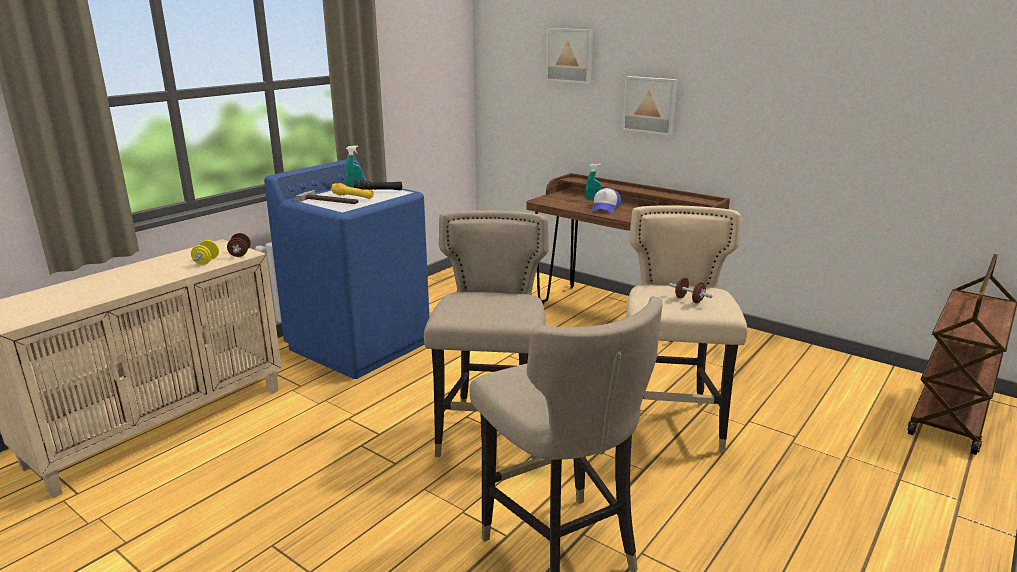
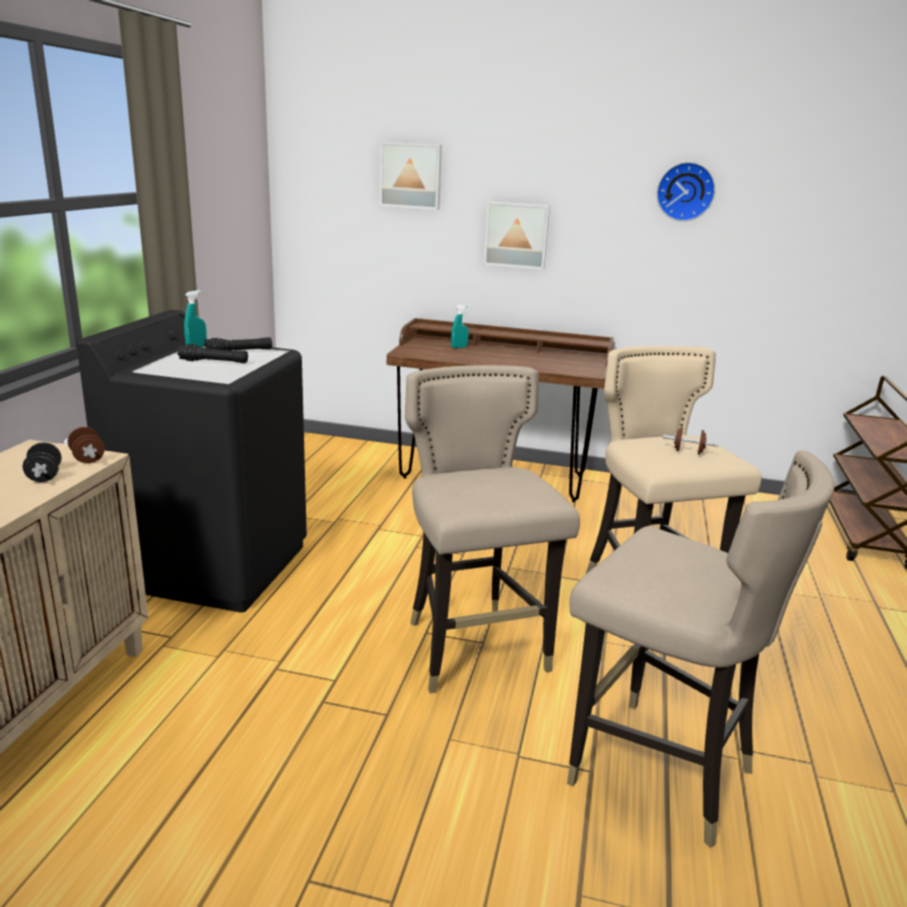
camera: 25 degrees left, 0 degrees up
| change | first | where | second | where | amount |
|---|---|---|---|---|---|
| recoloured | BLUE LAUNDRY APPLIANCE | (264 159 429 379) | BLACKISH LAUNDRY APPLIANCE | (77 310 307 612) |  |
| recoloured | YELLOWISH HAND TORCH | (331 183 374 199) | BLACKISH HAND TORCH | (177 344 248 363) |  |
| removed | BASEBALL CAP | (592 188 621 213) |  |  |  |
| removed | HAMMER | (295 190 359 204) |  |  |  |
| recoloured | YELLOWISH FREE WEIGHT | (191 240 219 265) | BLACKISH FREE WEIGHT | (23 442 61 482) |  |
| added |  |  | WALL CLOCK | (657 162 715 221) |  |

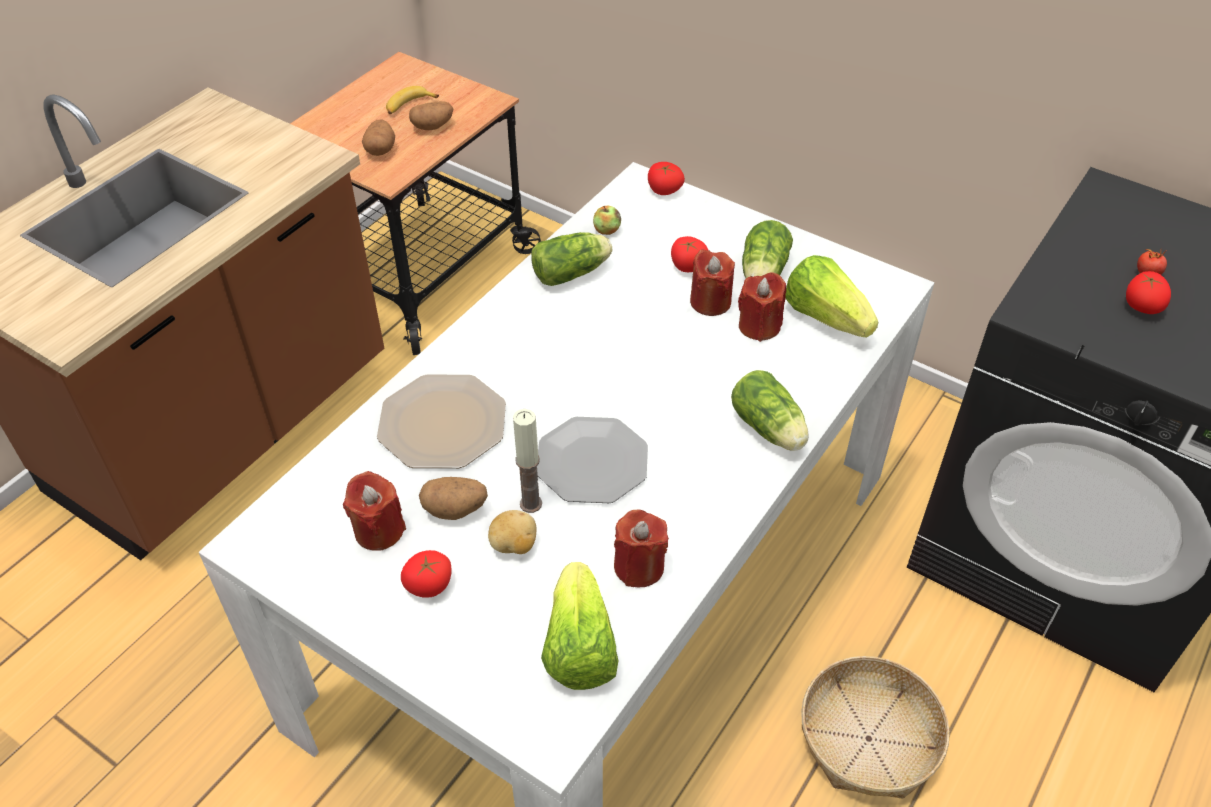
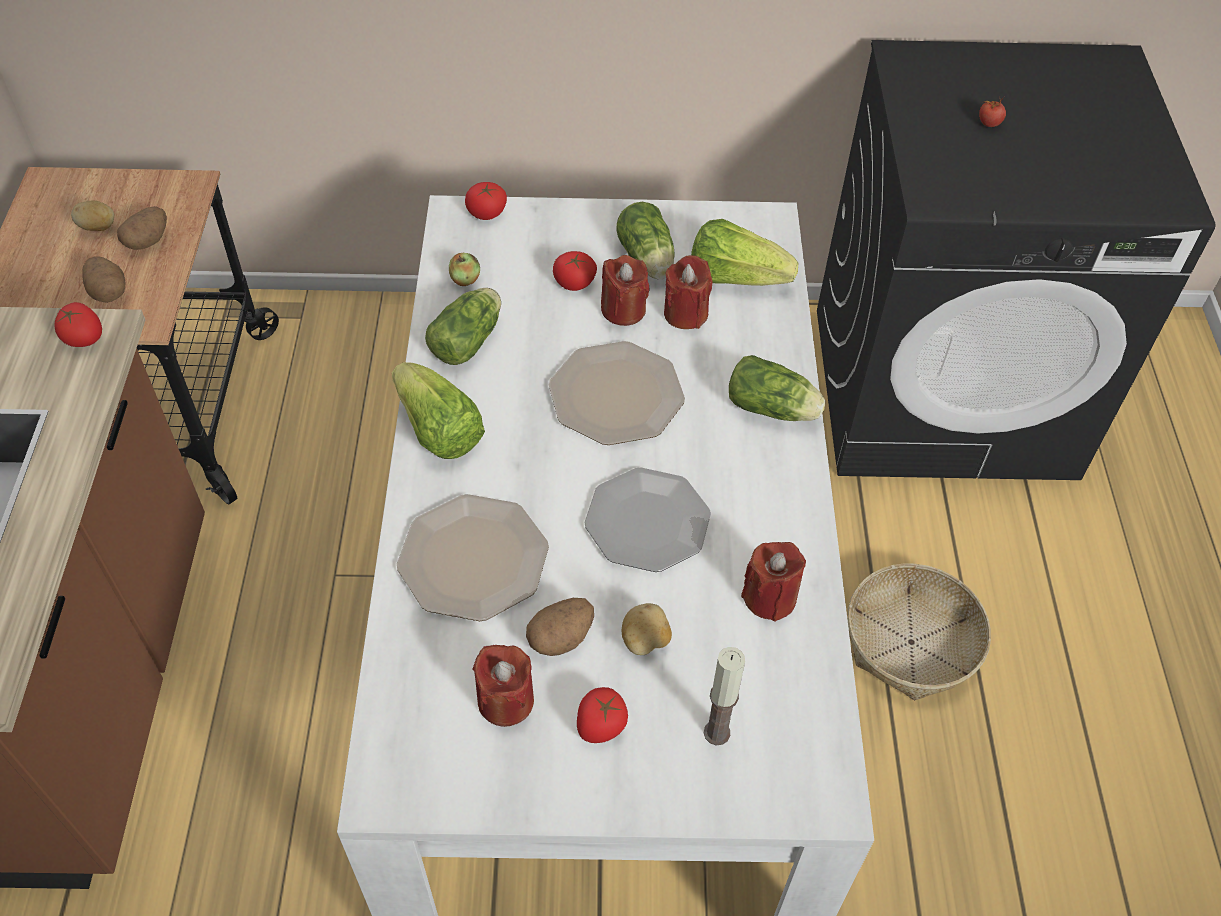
camera: 35 degrees left, 5 degrees up
| change | first | where | second | where | amount |
|---|---|---|---|---|---|
| replaced | WHOLE BANANA | (386 86 439 114) | POTATO | (71 200 114 231) |  |
| moved | TOMATO | (1126 271 1171 314) |  | (54 302 102 347) |  |
| moved | WAX LIGHT | (513 409 542 513) |  | (704 647 745 745) |  |
| moved | HEAD OF LETTUCE | (541 562 618 690) |  | (392 362 485 459) |  |
| added |  |  | FLAT DISH | (548 341 685 445) |  |

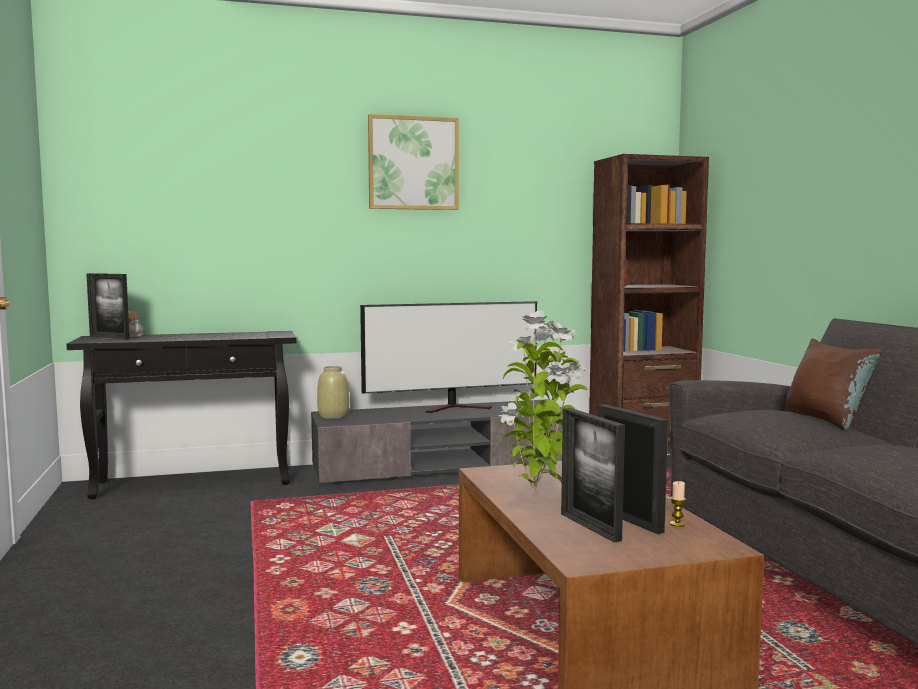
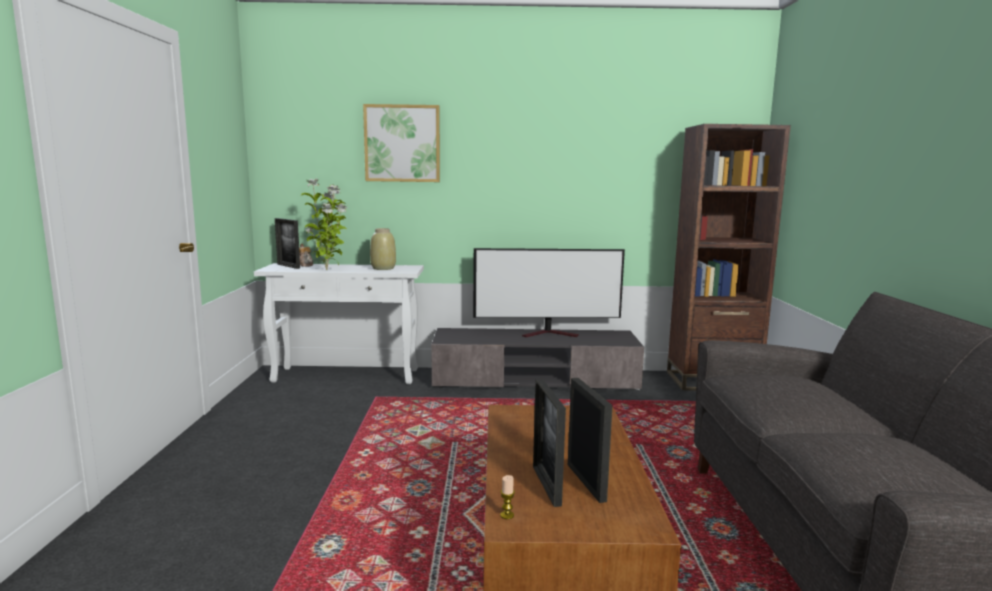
camera: 15 degrees right, 5 degrees up
| change | first | where | second | where | amount |
|---|---|---|---|---|---|
| moved | PICTURE | (368 114 459 210) |  | (363 104 440 182) |  |
| moved | HOUSEPLANT | (498 311 588 498) |  | (301 178 347 270) |  |
| recoloured | BLACKISH CONSOLE TABLE | (66 331 296 499) | WHITISH CONSOLE TABLE | (254 263 424 384) |  |
| removed | BROWN-COLOURED THROW PILLOW | (785 338 882 430) |  |  |  |
| moved | BEIGE DECORATIVE VASE | (317 366 349 419) |  | (370 228 396 270) |  |
| moved | WAX LIGHT | (670 481 686 527) |  | (500 475 515 519) |  |

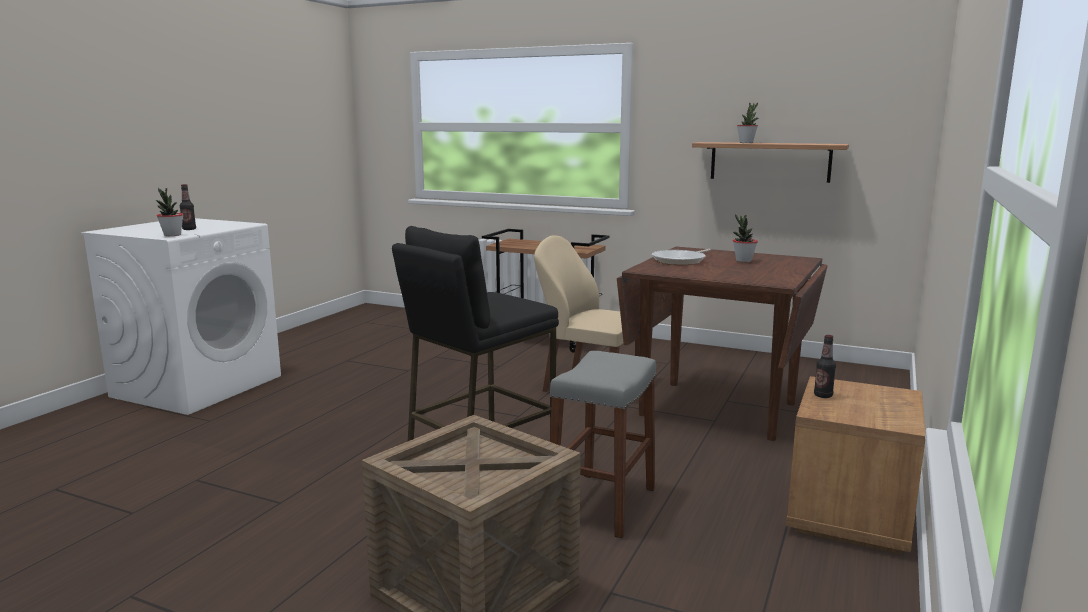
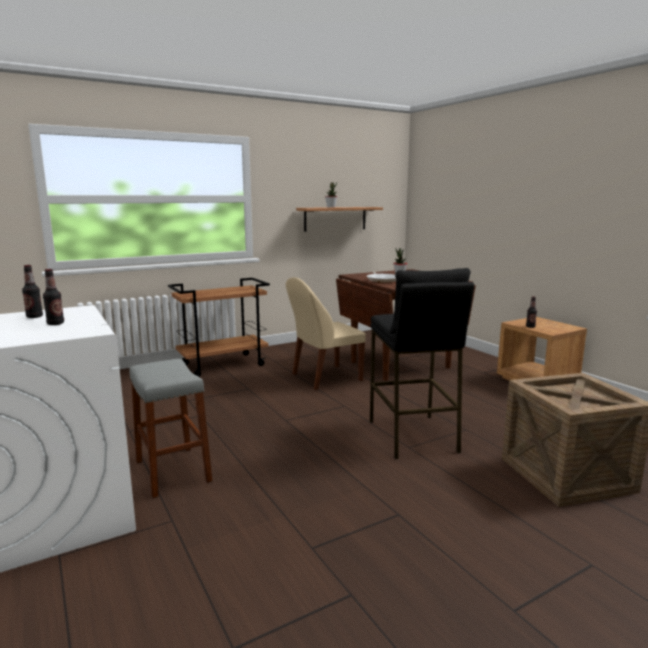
camera: 55 degrees left, 0 degrees up
| change | first | where | second | where | amount |
|---|---|---|---|---|---|
| removed | HOUSEPLANT | (156 188 184 236) |  |  |  |
| moved | GREY STOOL | (550 351 657 539) |  | (129 359 212 498) |  |
| added |  |  | DRINK BOTTLE | (22 265 43 318) |  |

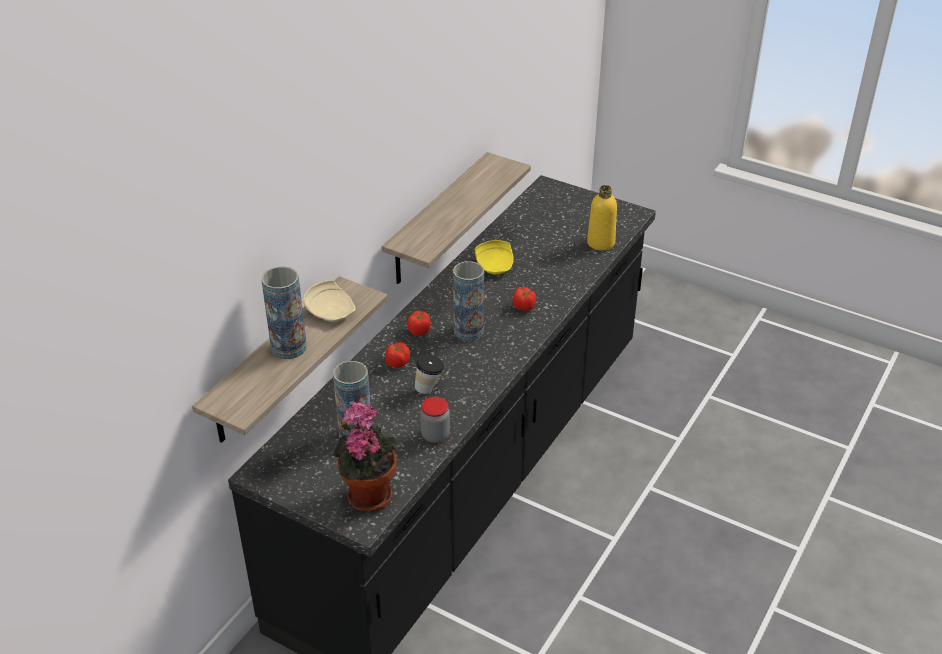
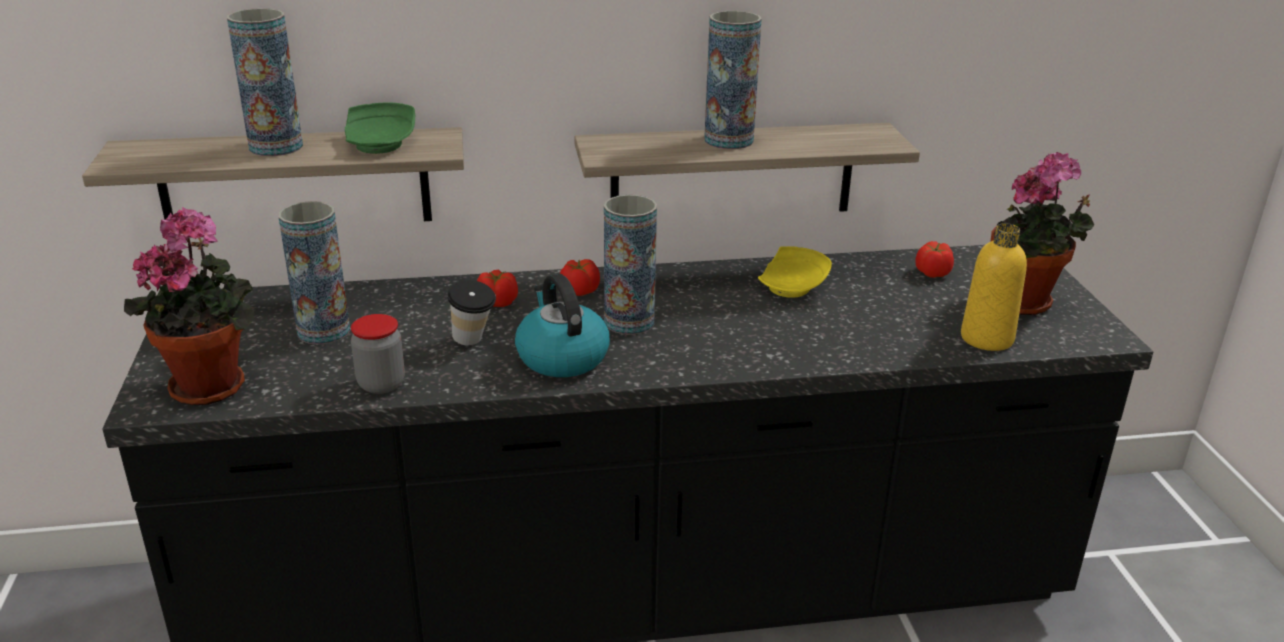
camera: 50 degrees right, 10 degrees down
| change | first | where | second | where | amount |
|---|---|---|---|---|---|
| recoloured | BEIGE FLAT DISH | (303 280 356 322) | GREEN FLAT DISH | (345 102 415 154) |  |
| moved | TOMATO | (513 287 536 311) |  | (915 241 954 278) |  |
| added |  |  | DECORATIVE VASE | (704 11 762 149) |  |
| added |  |  | HOUSEPLANT | (990 152 1094 315) |  |
| added |  |  | KETTLE | (515 274 610 377) |  |

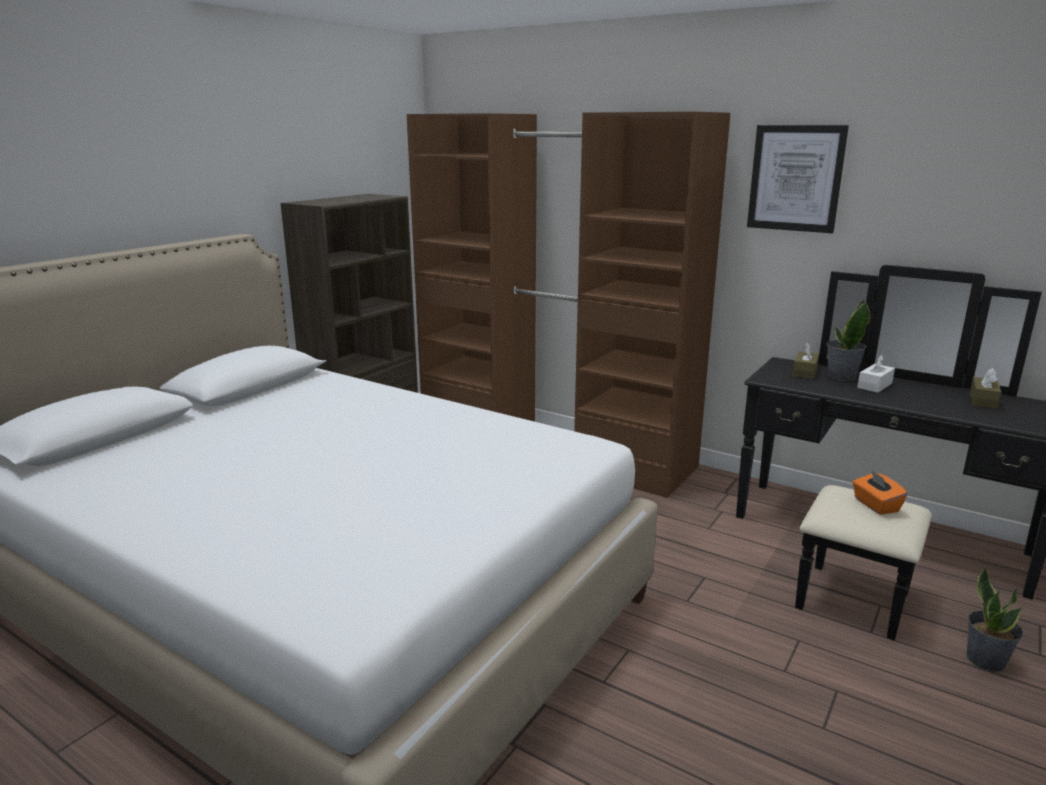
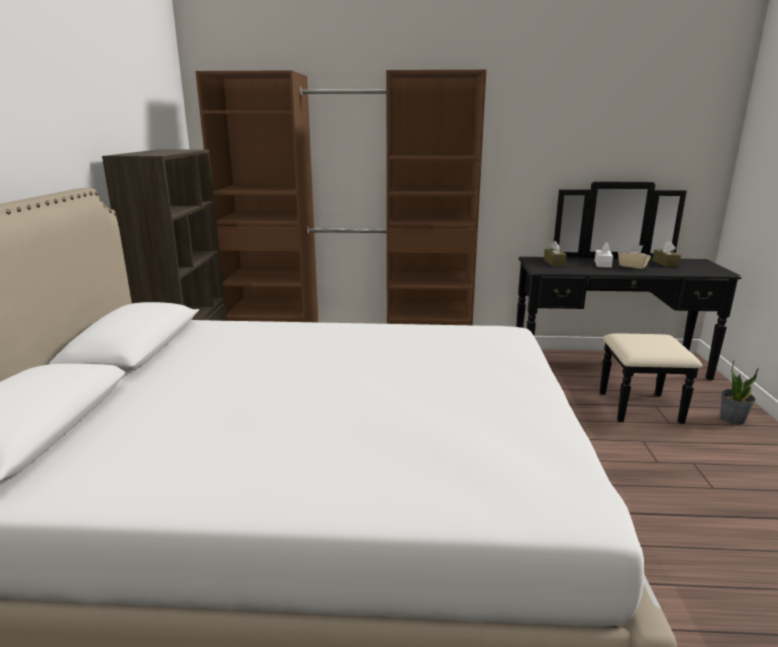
camera: 30 degrees left, 0 degrees up
| change | first | where | second | where | amount |
|---|---|---|---|---|---|
| removed | PICTURE | (747 125 849 233) |  |  |  |
| removed | HOUSEPLANT | (826 299 870 381) |  |  |  |
| removed | ORANGEY TISSUE HOLDER | (852 470 908 515) |  |  |  |
| added |  |  | BEIGE TISSUE HOLDER | (618 244 651 269) |  |

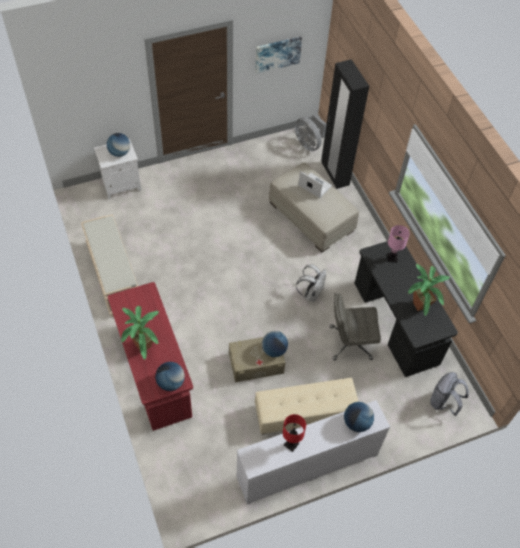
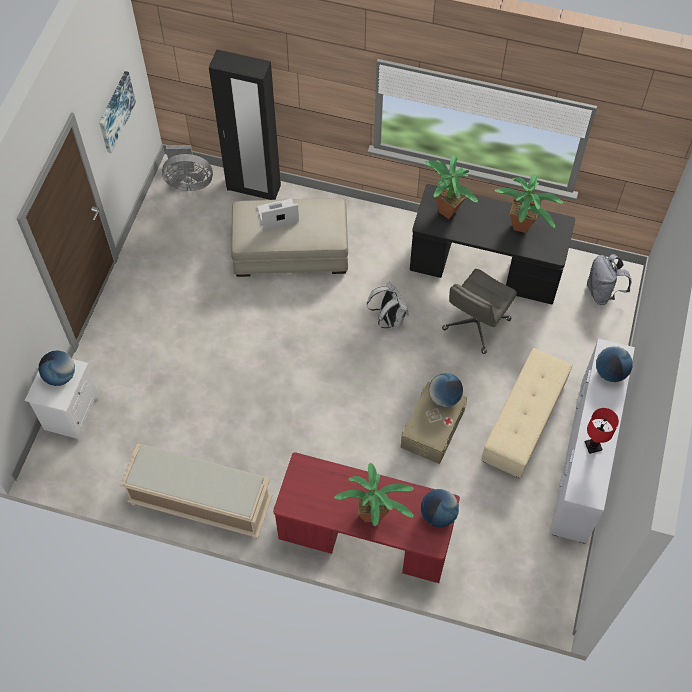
camera: 50 degrees left, 5 degrees up
| change | first | where | second | where | amount |
|---|---|---|---|---|---|
| replaced | PINK-COLOURED TABLE LAMP | (387 225 410 262) | HOUSEPLANT | (424 155 478 219) |  |

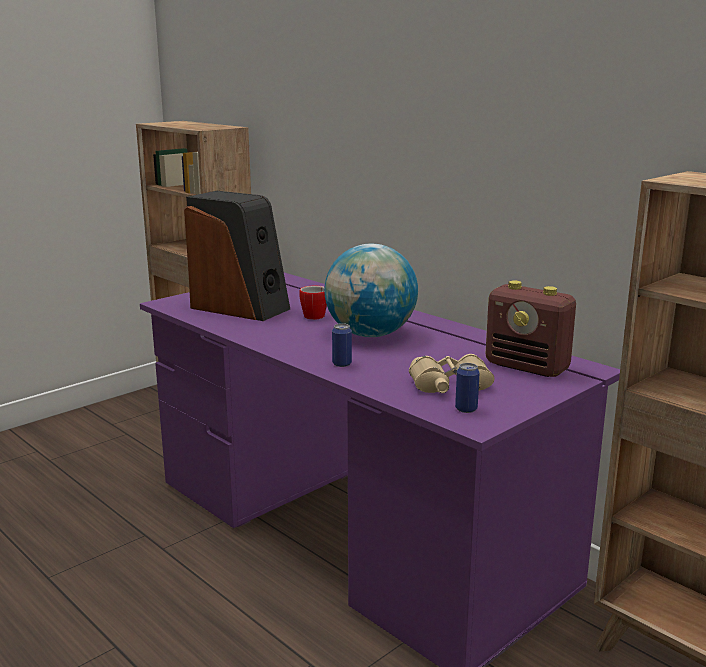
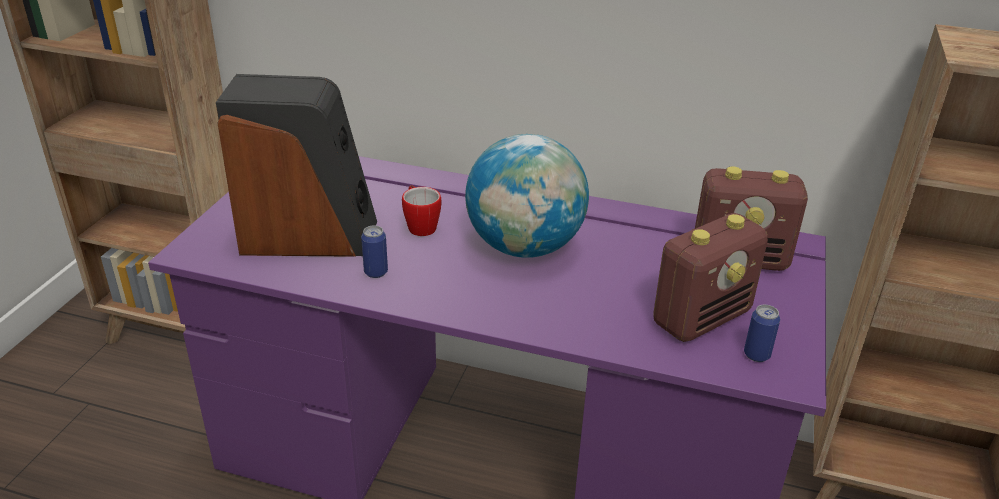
camera: 30 degrees left, 15 degrees up
| change | first | where | second | where | amount |
|---|---|---|---|---|---|
| moved | CAN | (332 323 352 367) |  | (361 225 388 278) |  |
| replaced | BEIGE BINOCULARS | (409 354 494 393) | RADIO RECEIVER | (653 213 768 342) |  |

